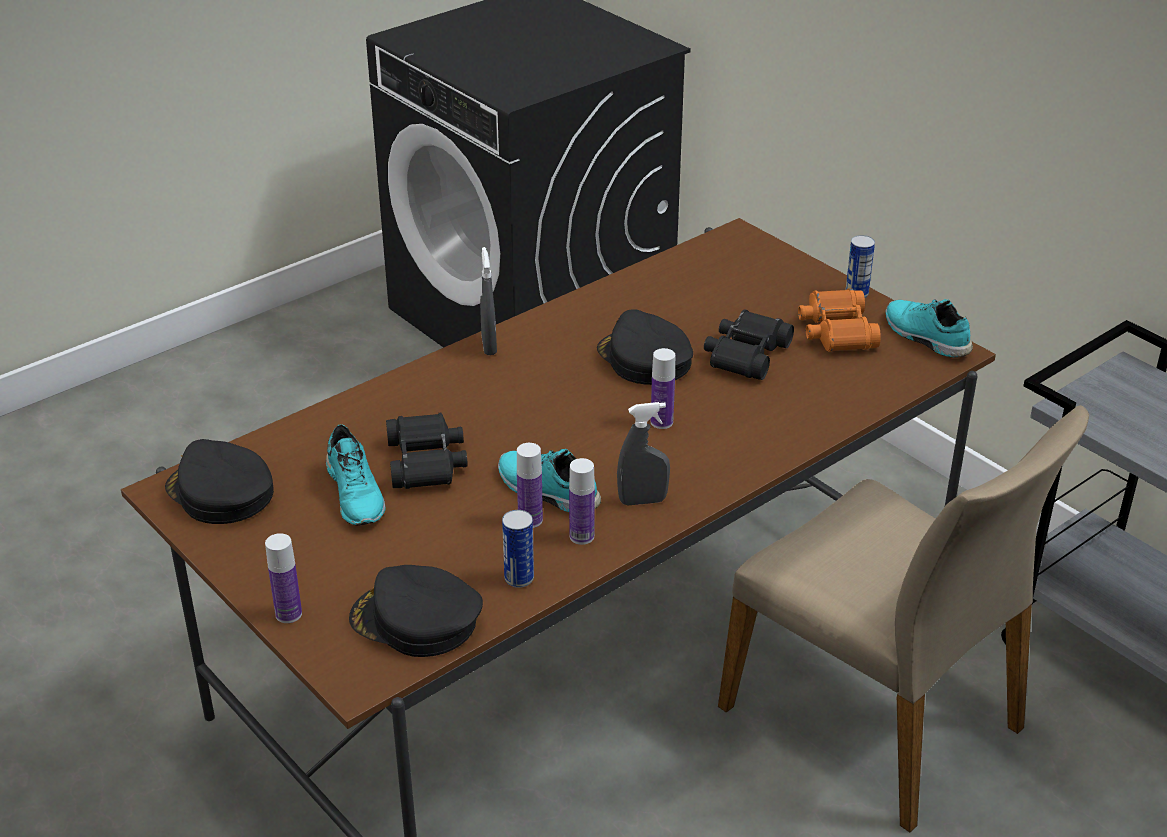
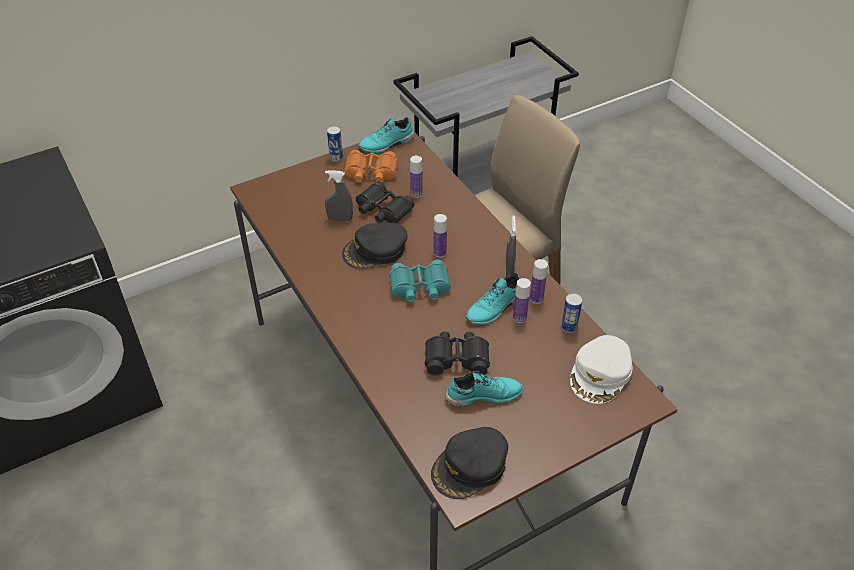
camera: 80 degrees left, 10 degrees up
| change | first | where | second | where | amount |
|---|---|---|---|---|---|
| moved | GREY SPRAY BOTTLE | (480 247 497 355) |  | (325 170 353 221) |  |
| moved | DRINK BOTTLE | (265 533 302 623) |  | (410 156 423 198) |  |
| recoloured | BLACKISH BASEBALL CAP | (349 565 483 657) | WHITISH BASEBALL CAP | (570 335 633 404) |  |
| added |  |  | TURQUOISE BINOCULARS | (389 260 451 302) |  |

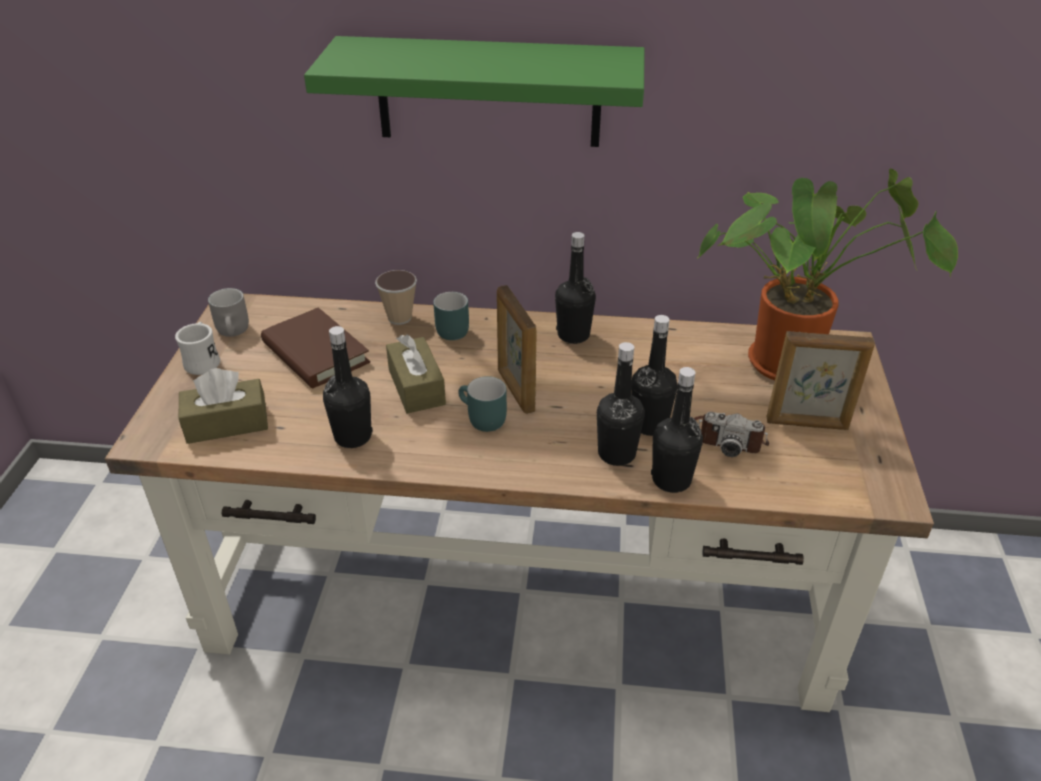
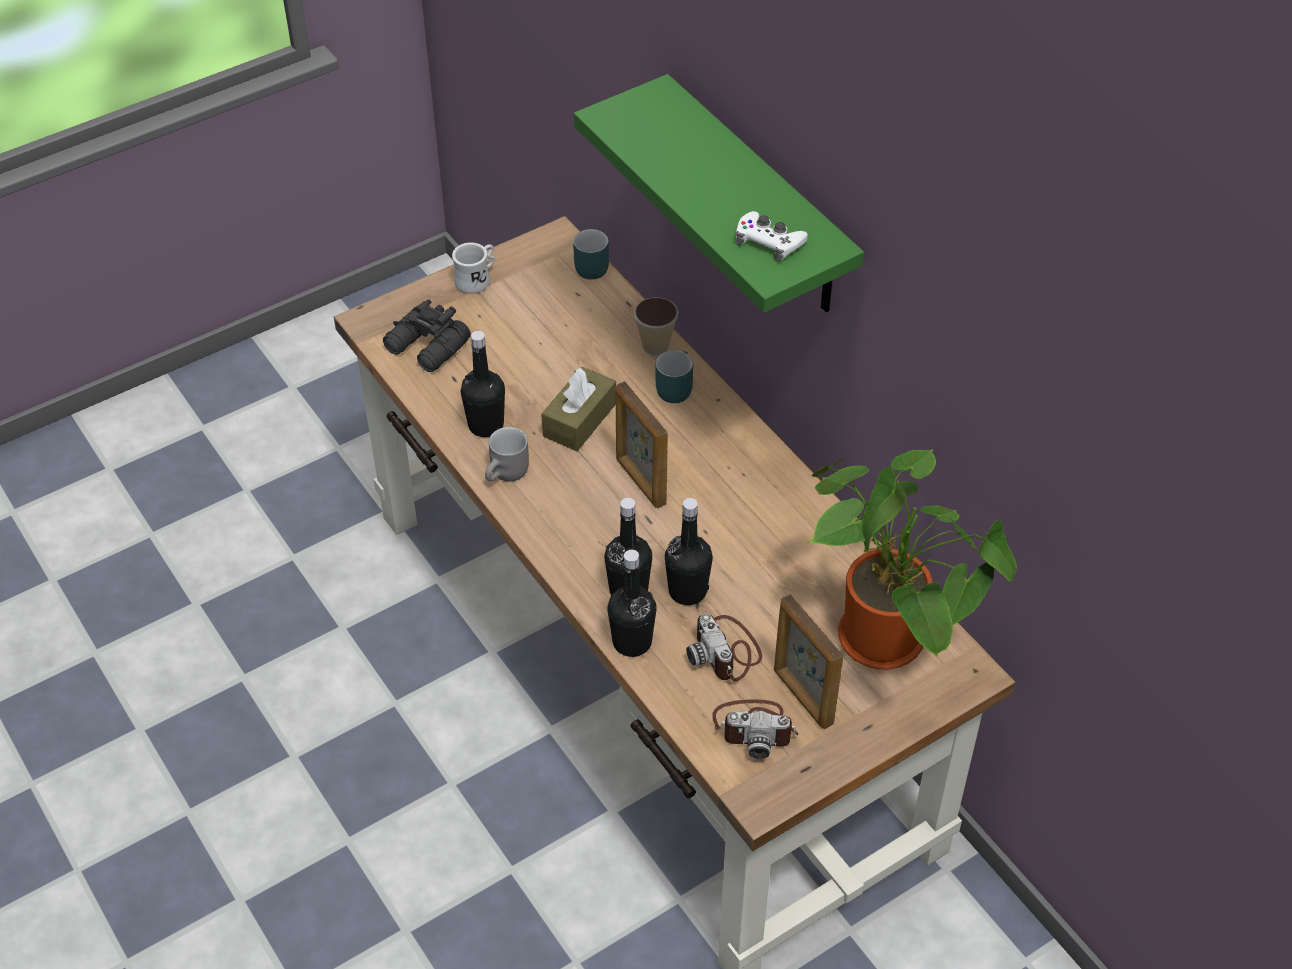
camera: 50 degrees right, 10 degrees up
| change | first | where | second | where | amount |
|---|---|---|---|---|---|
| removed | BLACKISH DRINK BOTTLE | (555 232 596 344) |  |  |  |
| turned | PICTURE FRAME | (497 285 537 414) |  | (615 381 668 508) | 60 degrees counterclockwise |
| moved | GREY TEA MUG | (208 288 249 337) |  | (485 427 529 482) |  |
| removed | BROWN-COLOURED BOUND BOOK | (261 308 370 388) |  |  |  |
| replaced | BROWN-COLOURED TISSUE HOLDER | (178 368 268 444) | BLACKISH BINOCULARS | (383 299 471 372) |  |
| moved | TURQUOISE TEA MUG | (458 376 507 432) |  | (573 229 609 280) |  |
| added |  |  | WHITISH JOYPAD | (736 211 808 262) |  |
| added |  |  | STILL CAMERA | (712 699 798 759) |  |

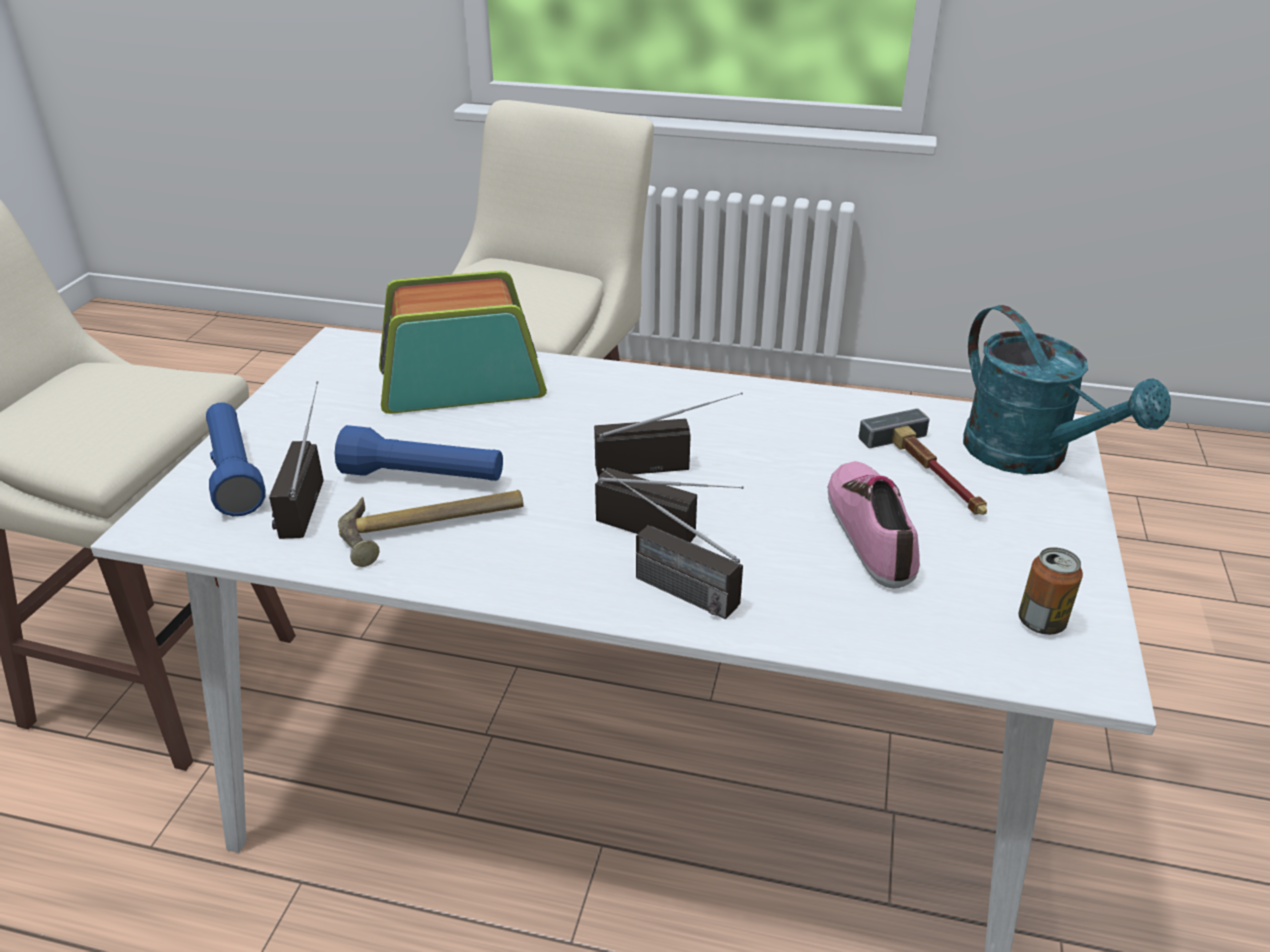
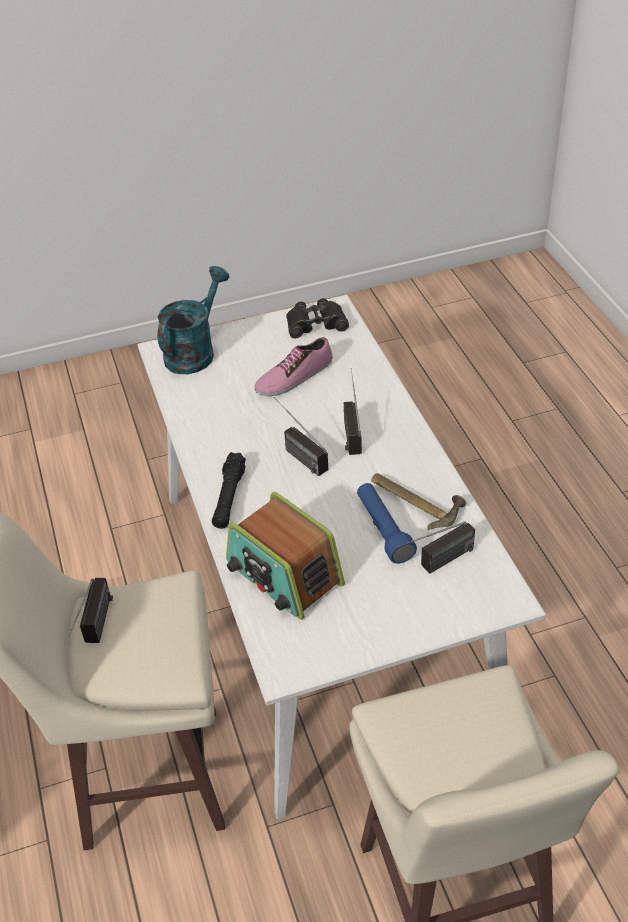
camera: 120 degrees left, 10 degrees up
| change | first | where | second | where | amount |
|---|---|---|---|---|---|
| removed | BLUE HAND TORCH | (206 403 266 516) |  |  |  |
| removed | HAMMER | (858 408 987 515) |  |  |  |
| moved | RADIO RECEIVER | (602 469 743 619) |  | (68 578 113 643) |  |
| replaced | CAN | (1018 547 1083 635) | BLACKISH BINOCULARS | (286 298 349 338) |  |
| added |  |  | BLACKISH HAND TORCH | (212 452 246 529) |  |

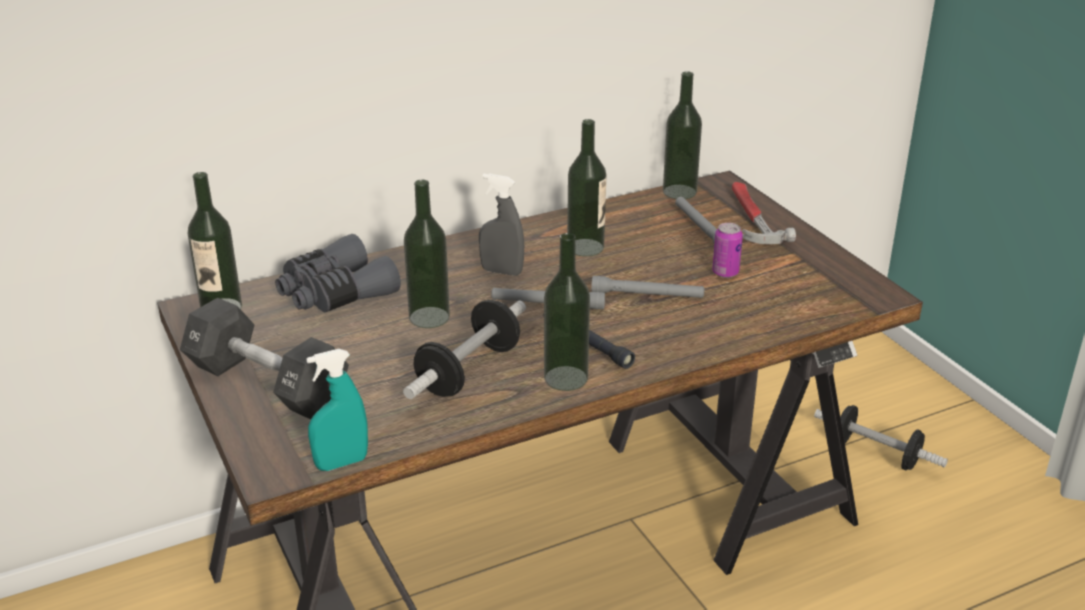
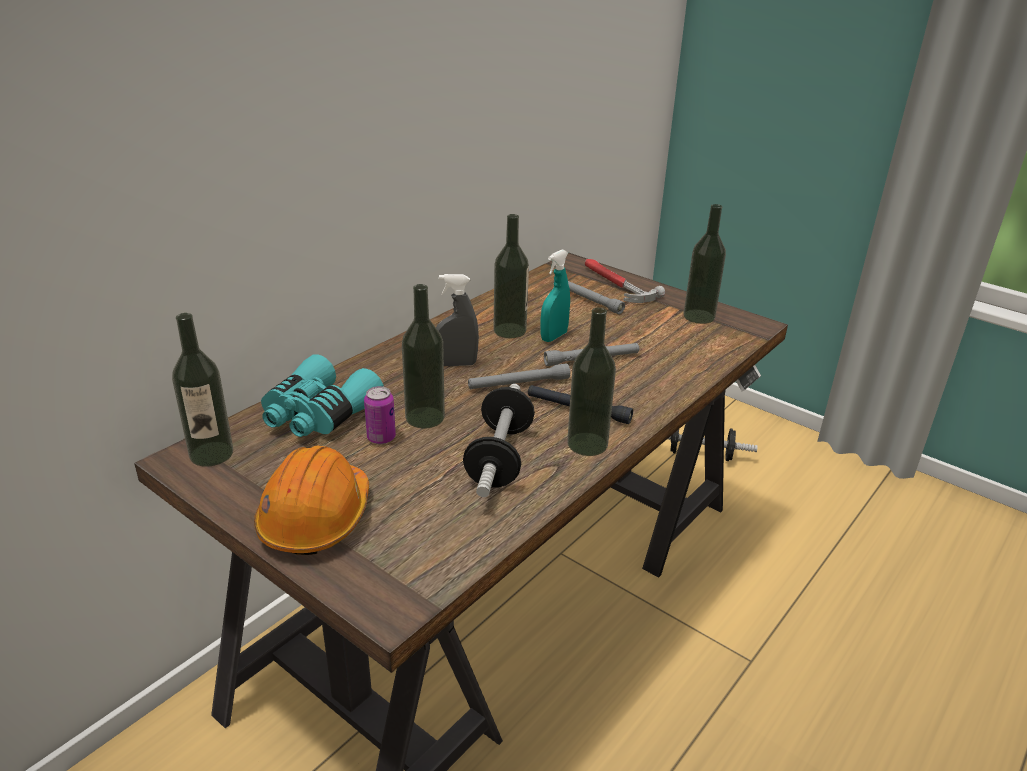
camera: 25 degrees left, 0 degrees up
| change | first | where | second | where | amount |
|---|---|---|---|---|---|
| moved | DRINK BOTTLE | (663 71 702 199) |  | (683 204 726 324) |  |
| moved | CAN | (712 223 743 278) |  | (364 386 396 444) |  |
| recoloured | GREY BINOCULARS | (275 234 401 312) | TURQUOISE BINOCULARS | (261 354 384 437) |  |
| replaced | BLACKISH FREE WEIGHT | (180 298 349 420) | ORANGEY WORK HELMET | (254 445 369 555) |  |
| moved | TURQUOISE SPRAY BOTTLE | (306 349 368 471) |  | (540 250 570 342) |  |

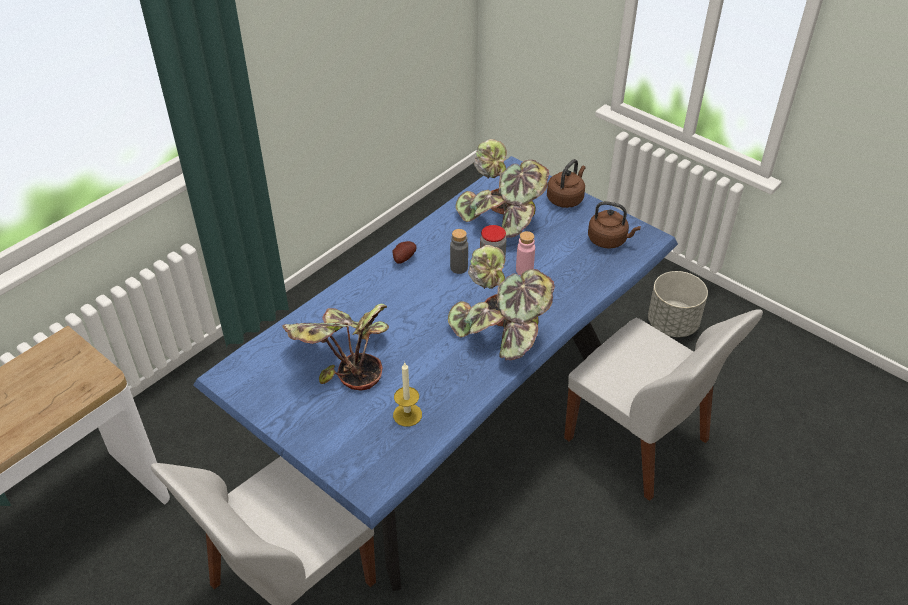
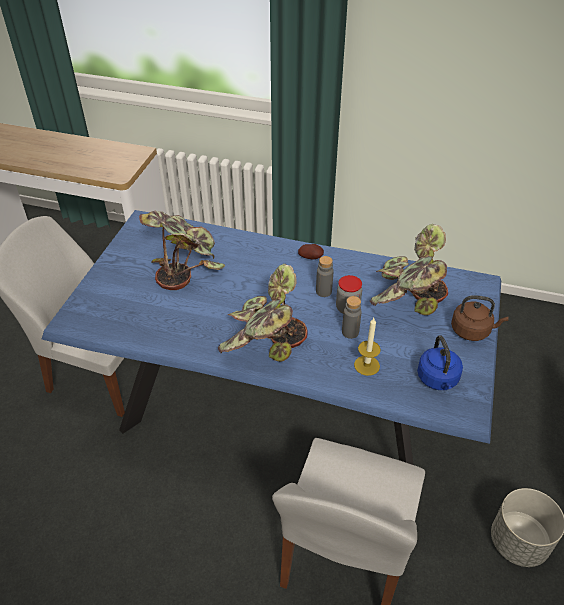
camera: 65 degrees right, 0 degrees up
| change | first | where | second | where | amount |
|---|---|---|---|---|---|
| recoloured | BROWN-COLOURED KETTLE | (588 201 641 248) | BLUE KETTLE | (417 335 463 390) |  |
| recoloured | PINK-COLOURED DRINK BOTTLE | (516 231 535 275) | GREY DRINK BOTTLE | (342 296 362 339) |  |
| moved | WAX LIGHT | (393 363 422 426) |  | (354 318 381 376) |  |

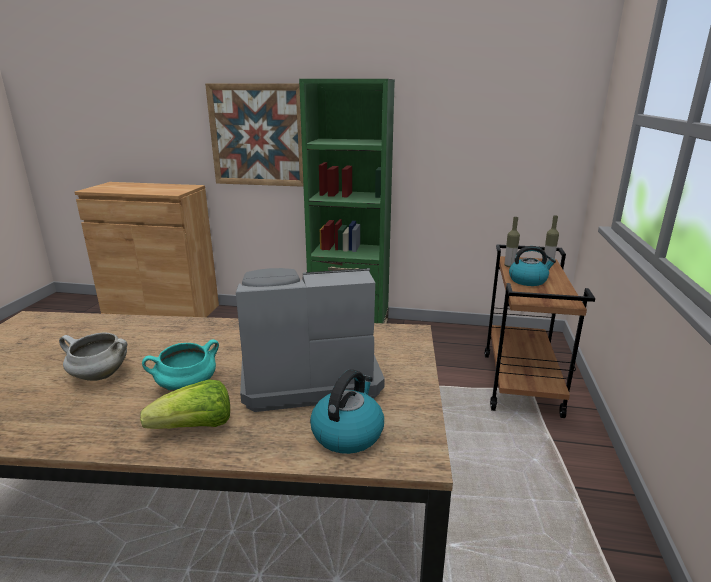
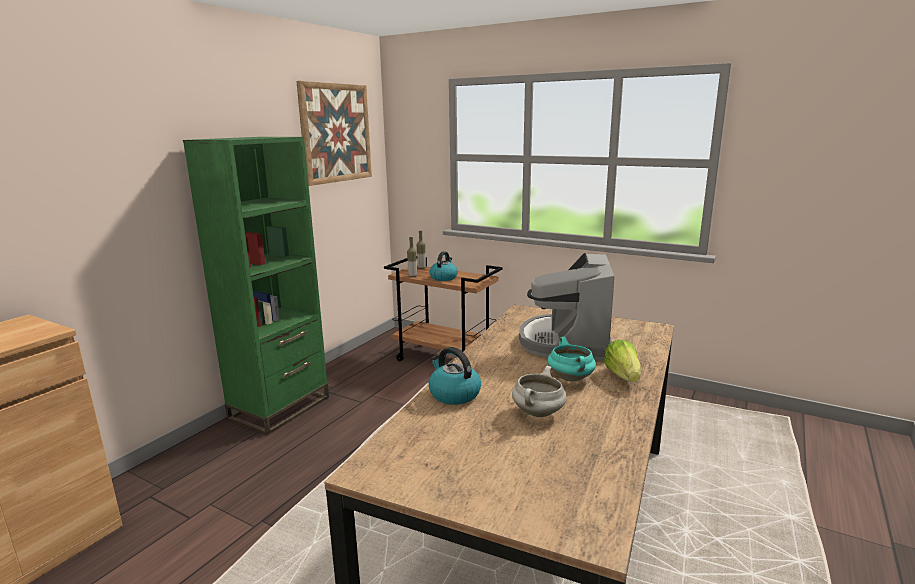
camera: 70 degrees left, 5 degrees down
| change | first | where | second | where | amount |
|---|---|---|---|---|---|
| moved | PICTURE | (205 83 304 187) |  | (296 81 372 186) |  |
| moved | KETTLE | (310 369 384 454) |  | (429 347 481 405) |  |

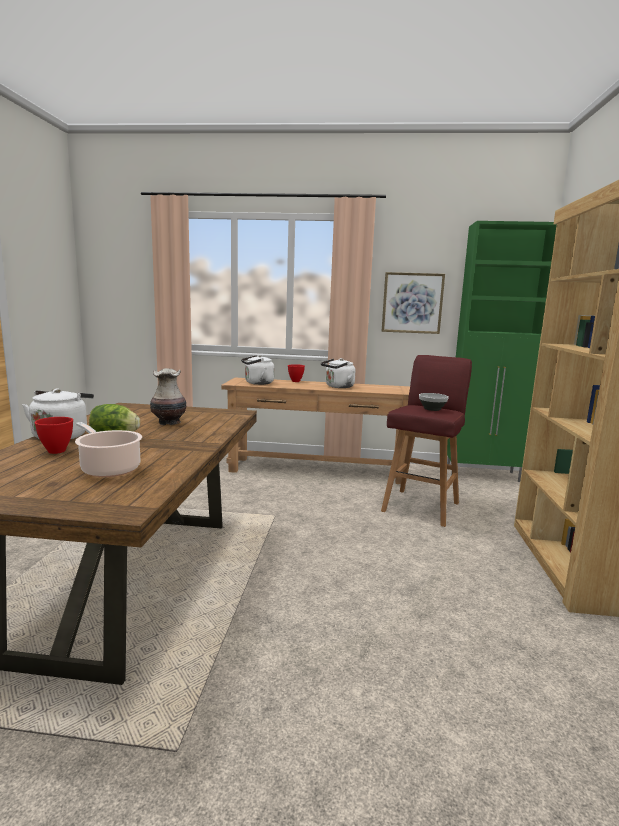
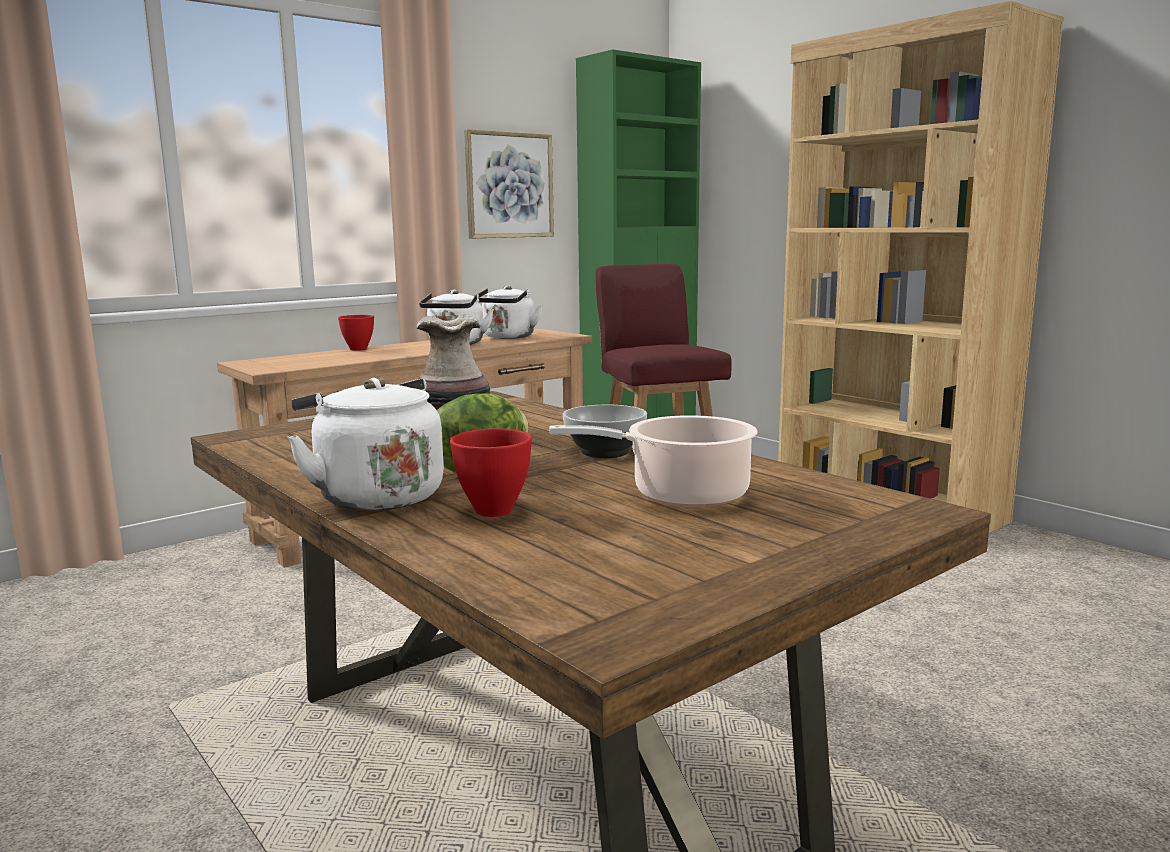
camera: 45 degrees left, 0 degrees up
| change | first | where | second | where | amount |
|---|---|---|---|---|---|
| moved | WHITISH KETTLE | (241 355 274 385) |  | (474 285 543 339) |  |
| moved | SERVING BOWL | (419 393 449 411) |  | (563 405 647 458) |  |

